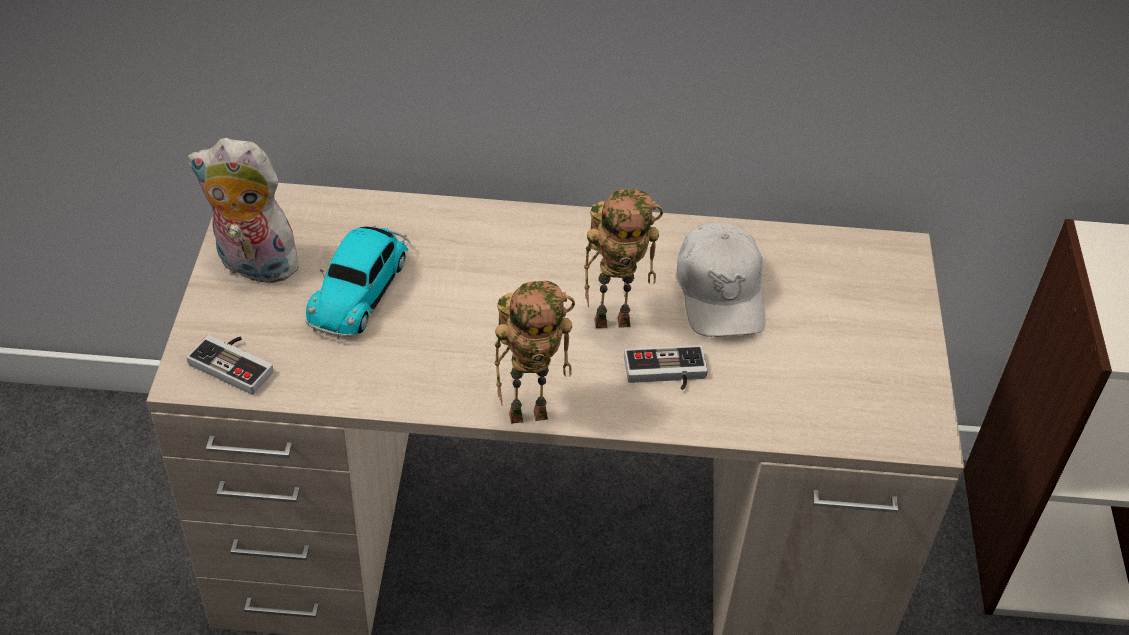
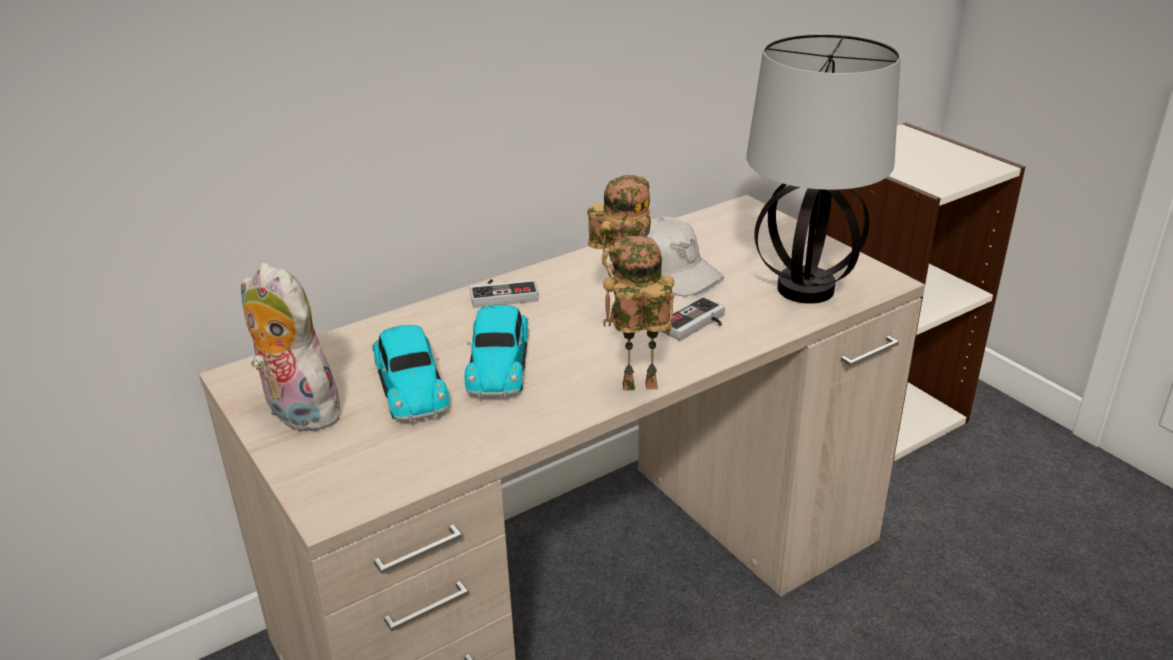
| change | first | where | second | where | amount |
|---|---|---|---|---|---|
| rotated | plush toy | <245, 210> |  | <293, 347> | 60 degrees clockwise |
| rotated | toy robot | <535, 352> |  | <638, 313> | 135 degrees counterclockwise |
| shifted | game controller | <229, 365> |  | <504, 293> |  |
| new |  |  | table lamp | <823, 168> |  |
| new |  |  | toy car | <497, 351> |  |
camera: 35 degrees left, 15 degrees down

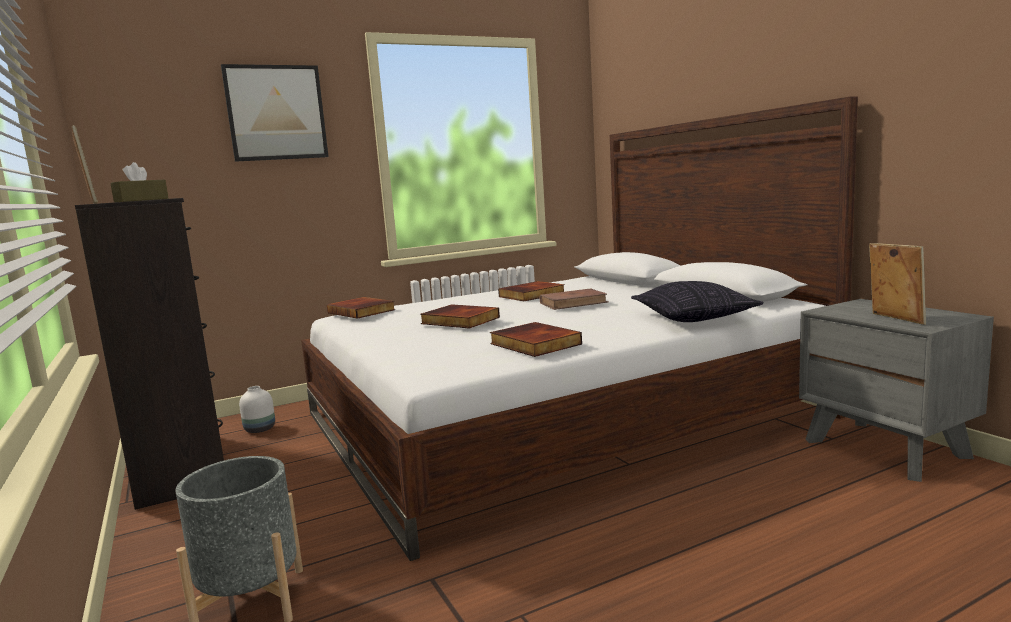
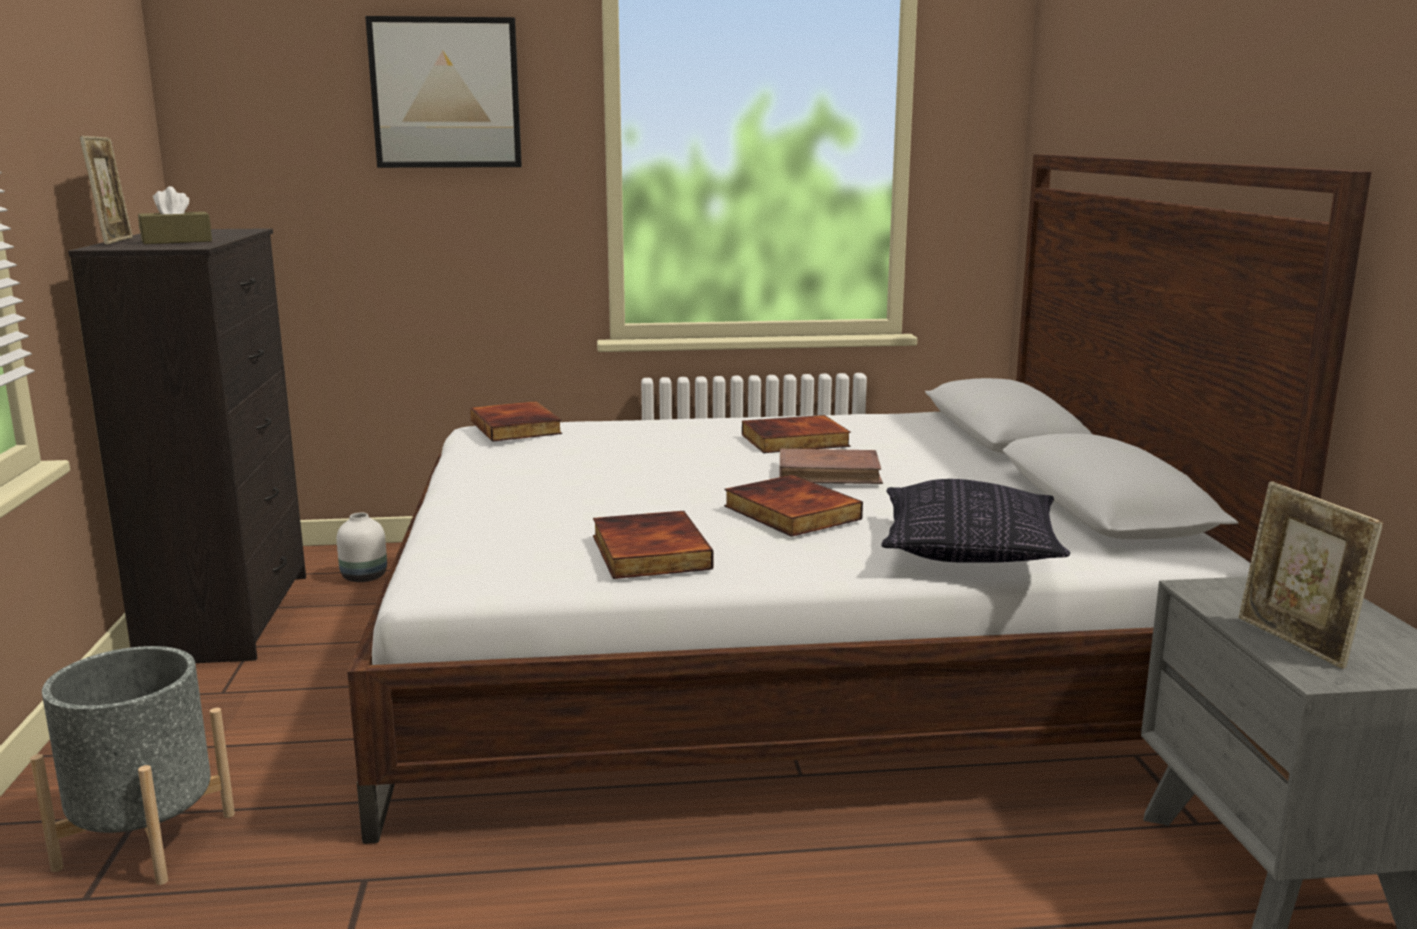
| change | first | where | second | where | amount |
|---|---|---|---|---|---|
| rotated | picture frame | <897, 284> |  | <1310, 575> | 150 degrees clockwise |
| shifted | book | <460, 316> |  | <793, 506> |  |
camera: 20 degrees right, 5 degrees up

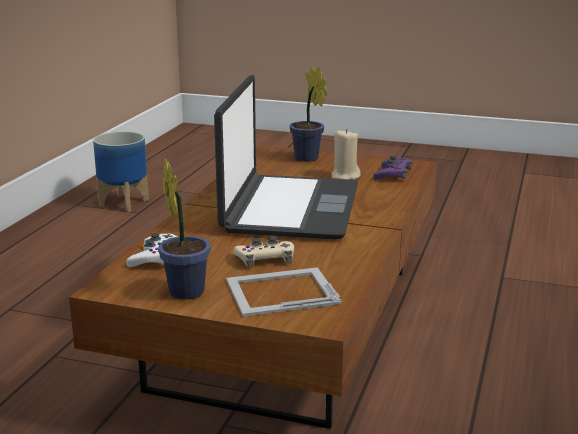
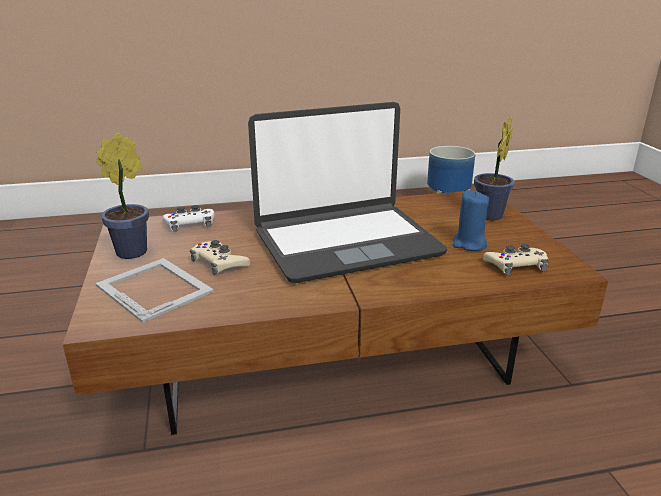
| change | first | where | second | where | amount |
|---|---|---|---|---|---|
| repainted | candle/beige | <346, 154> | candle/blue | <470, 220> |  |
| repainted | game controller/purple | <392, 168> | game controller/beige | <515, 259> |  |
camera: 60 degrees right, 5 degrees up

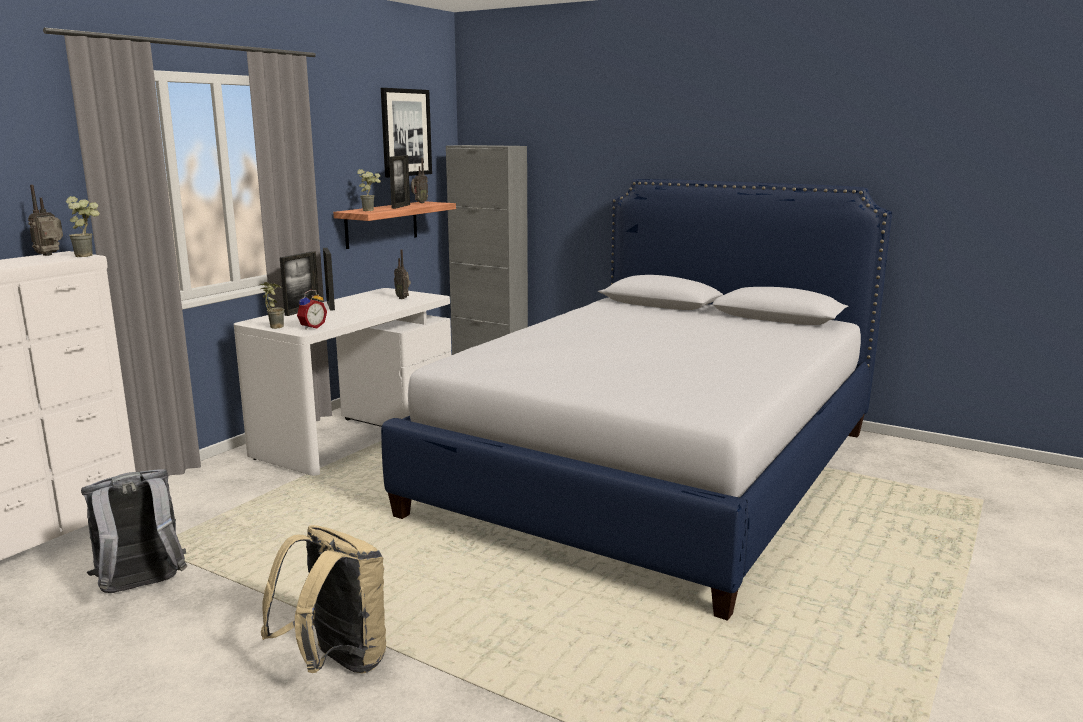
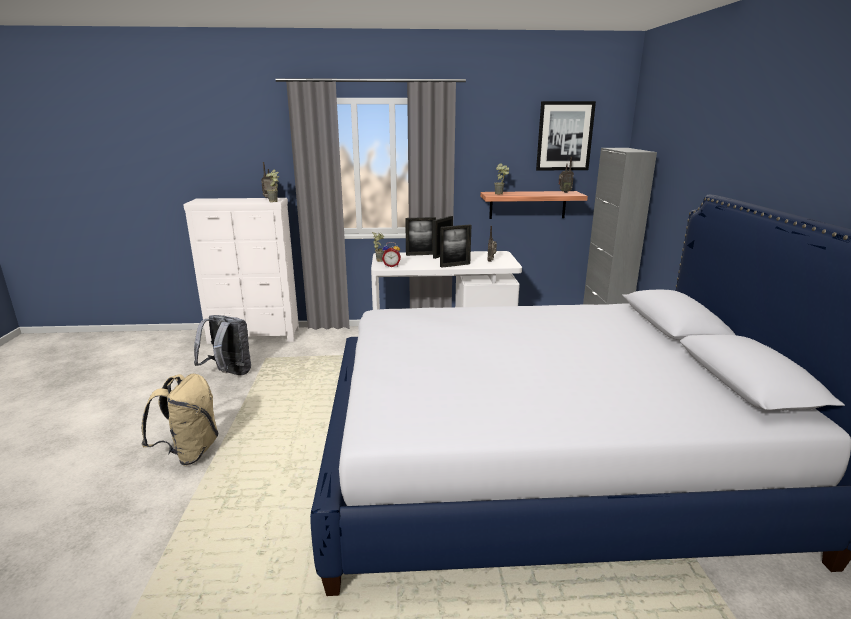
| change | first | where | second | where | amount |
|---|---|---|---|---|---|
| shifted | picture frame | <399, 182> |  | <455, 246> |  |
camera: 55 degrees right, 5 degrees up

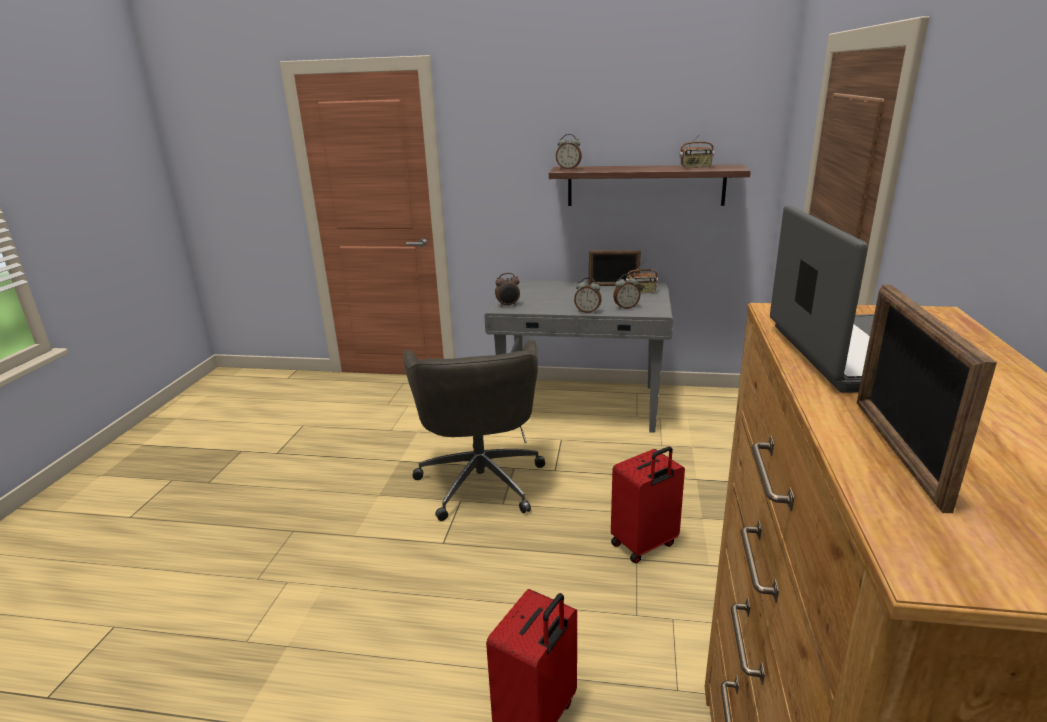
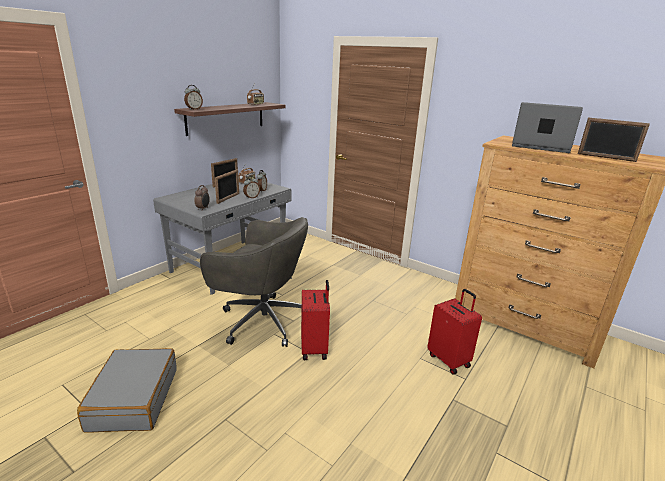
| change | first | where | second | where | amount |
|---|---|---|---|---|---|
| shifted | suitcase/red | <648, 505> |  | <315, 320> |  |
| new |  |  | picture frame | <227, 186> |  |
| new |  |  | suitcase/grey | <126, 390> |  |
camera: 65 degrees left, 0 degrees up

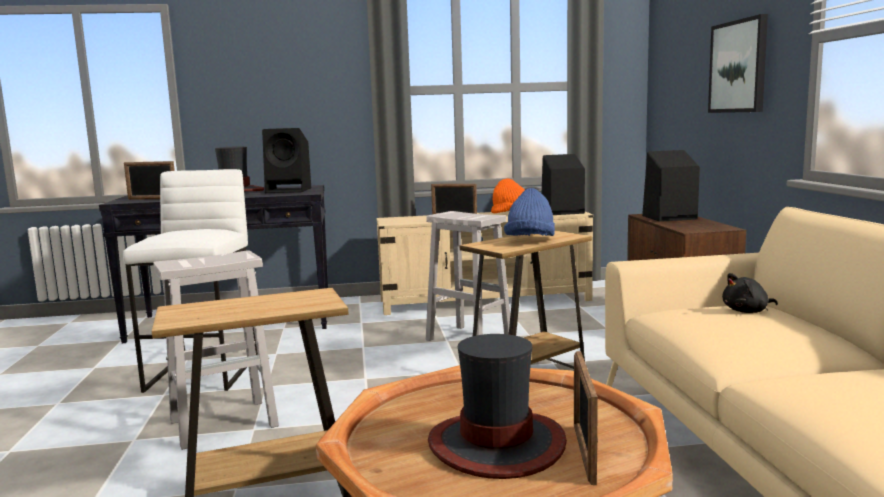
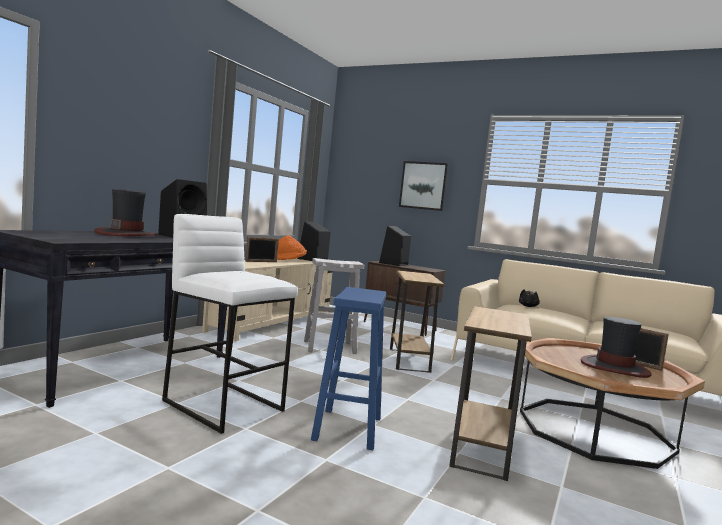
| change | first | where | second | where | amount |
|---|---|---|---|---|---|
| gone | picture frame | <149, 180> |  |  |  |
| gone | hat/blue | <529, 212> |  |  |  |
| repainted | stool/white | <216, 350> | stool/blue | <348, 368> |  |
camera: 55 degrees left, 5 degrees down

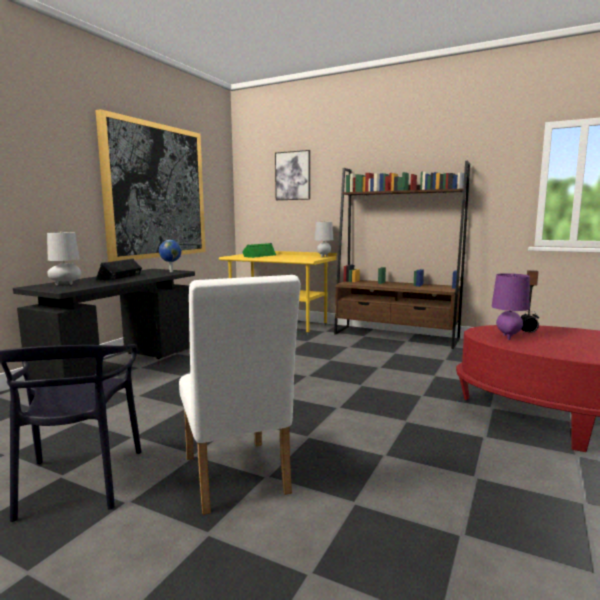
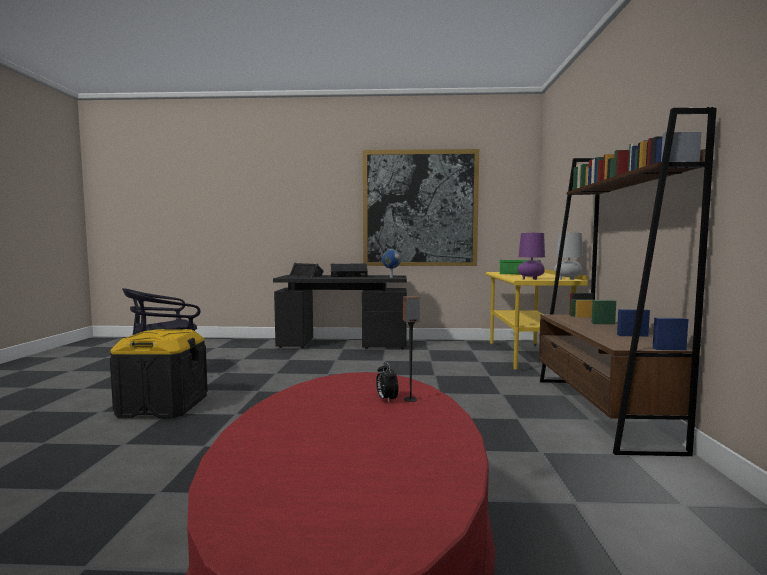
| change | first | where | second | where | amount |
|---|---|---|---|---|---|
| gone | picture | <292, 175> |  |  |  |
| swapped | table lamp/grey | <64, 258> | speaker/black | <306, 270> |  |
| shifted | table lamp/purple | <511, 306> |  | <531, 256> |  |
| swapped | chair/white | <240, 395> | storage box/black | <159, 373> |  |
camera: 65 degrees right, 5 degrees down

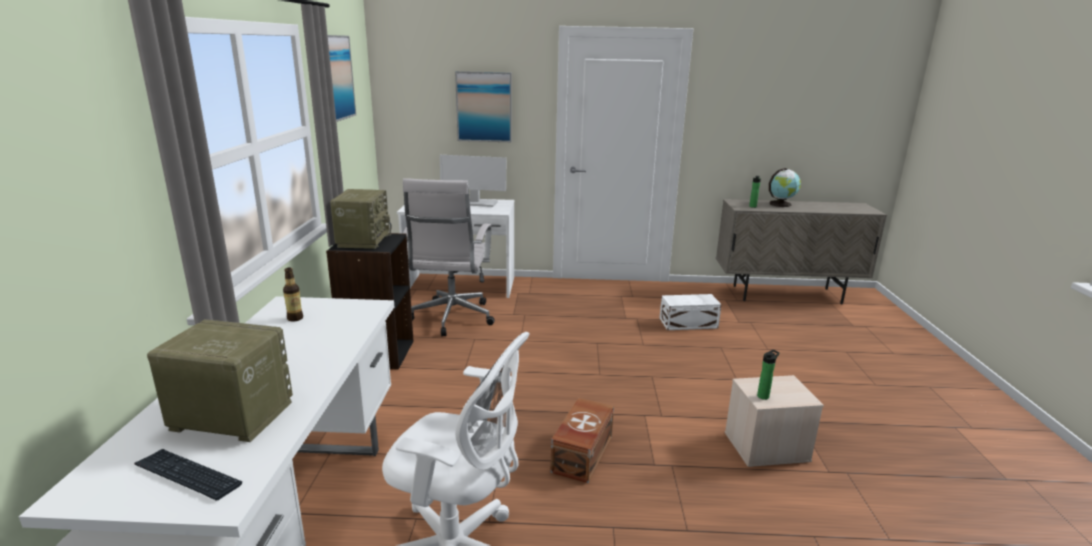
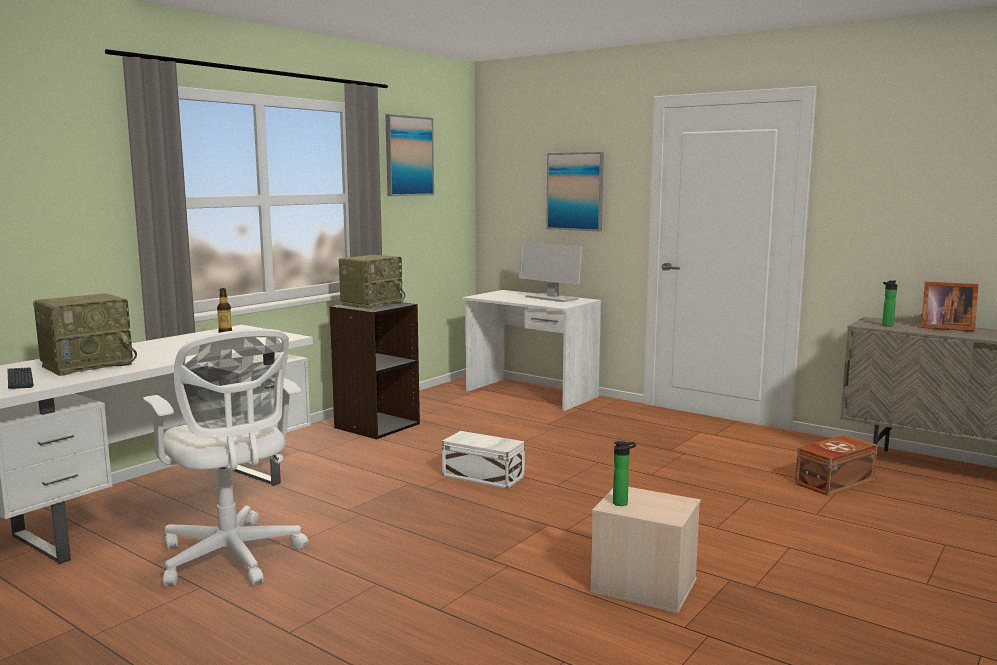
| change | first | where | second | where | amount |
|---|---|---|---|---|---|
| swapped | globe | <785, 187> | picture frame | <949, 306> |  |
| gone | office chair/white | <448, 257> |  |  |  |
| shifted | storage box/white | <690, 312> |  | <483, 460> |  |
| rotated | radio | <220, 380> |  | <85, 334> | 90 degrees clockwise |
| shifted | storage box/brown | <582, 440> |  | <836, 465> |  |
camera: 35 degrees right, 10 degrees down

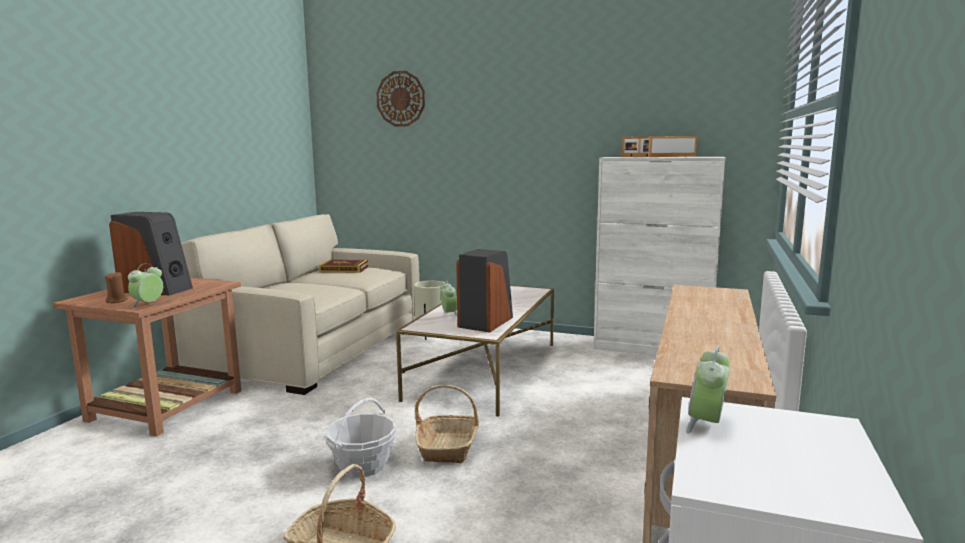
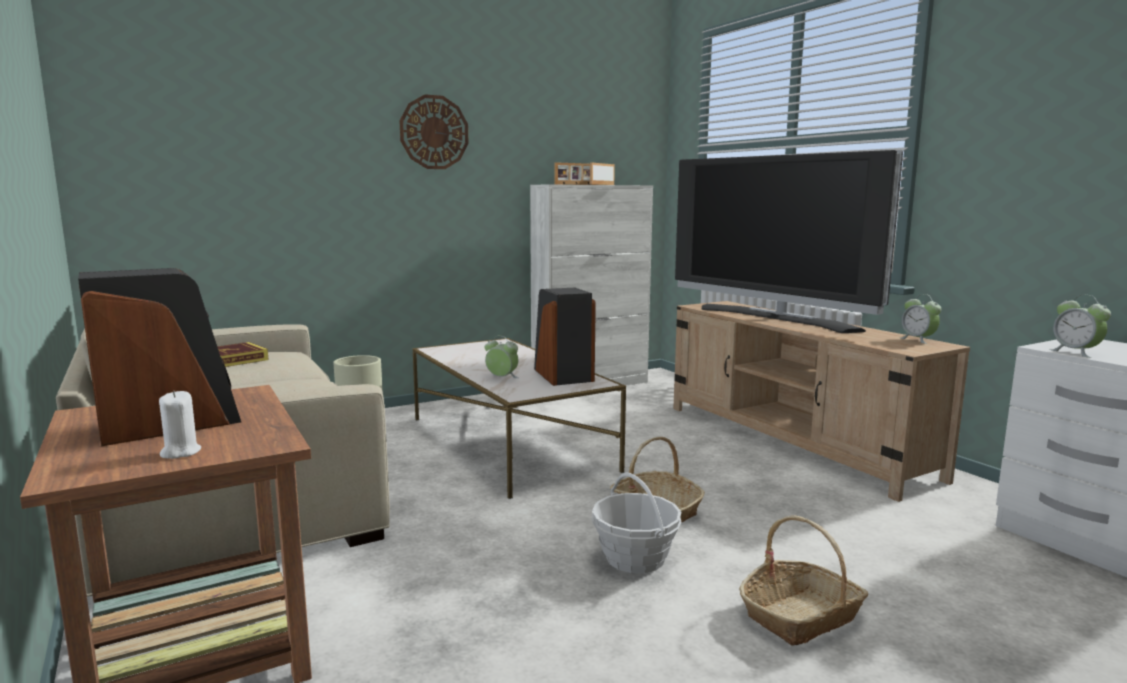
| change | first | where | second | where | amount |
|---|---|---|---|---|---|
| shifted | wall clock | <400, 99> |  | <434, 131> |  |
| shifted | alarm clock | <145, 285> |  | <921, 319> |  |
| repainted | candle/brown | <116, 287> | candle/white | <180, 425> |  |
| new |  |  | television | <789, 241> |  |
camera: 50 degrees left, 0 degrees up

